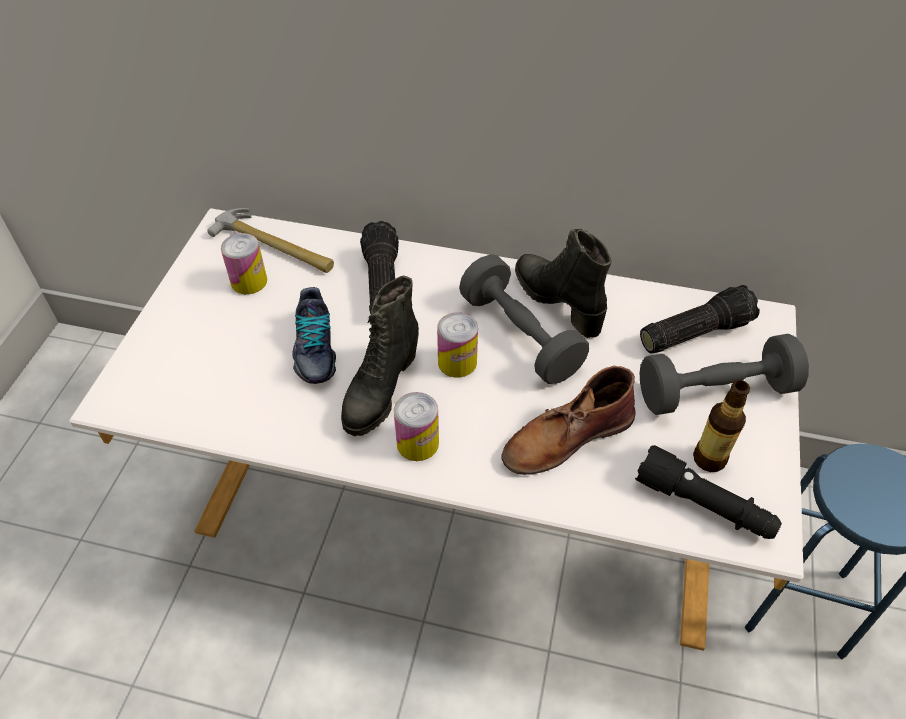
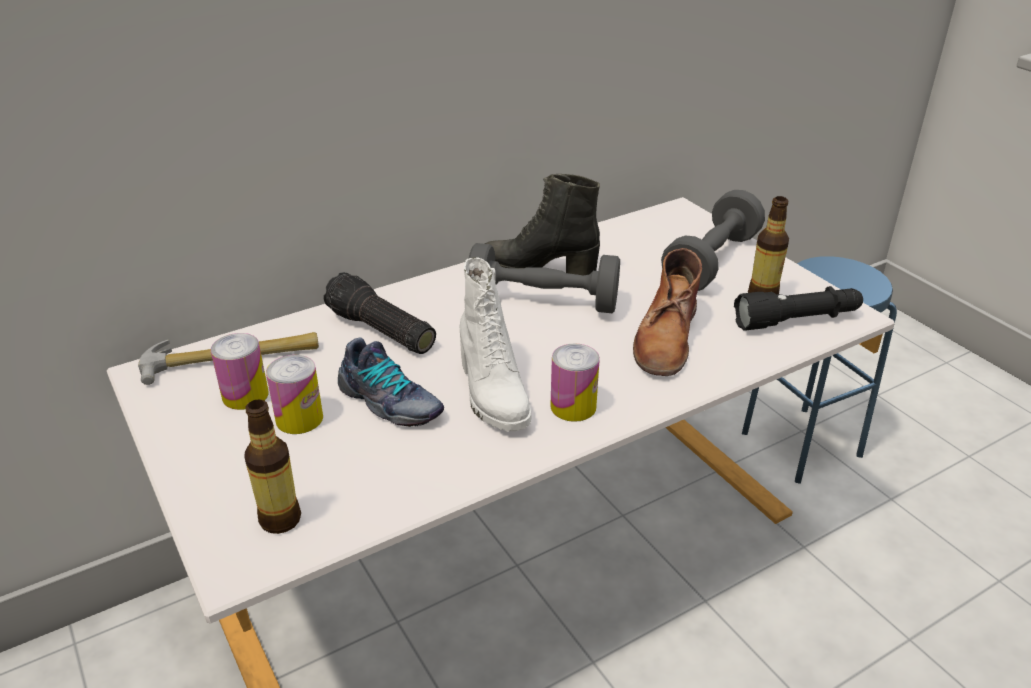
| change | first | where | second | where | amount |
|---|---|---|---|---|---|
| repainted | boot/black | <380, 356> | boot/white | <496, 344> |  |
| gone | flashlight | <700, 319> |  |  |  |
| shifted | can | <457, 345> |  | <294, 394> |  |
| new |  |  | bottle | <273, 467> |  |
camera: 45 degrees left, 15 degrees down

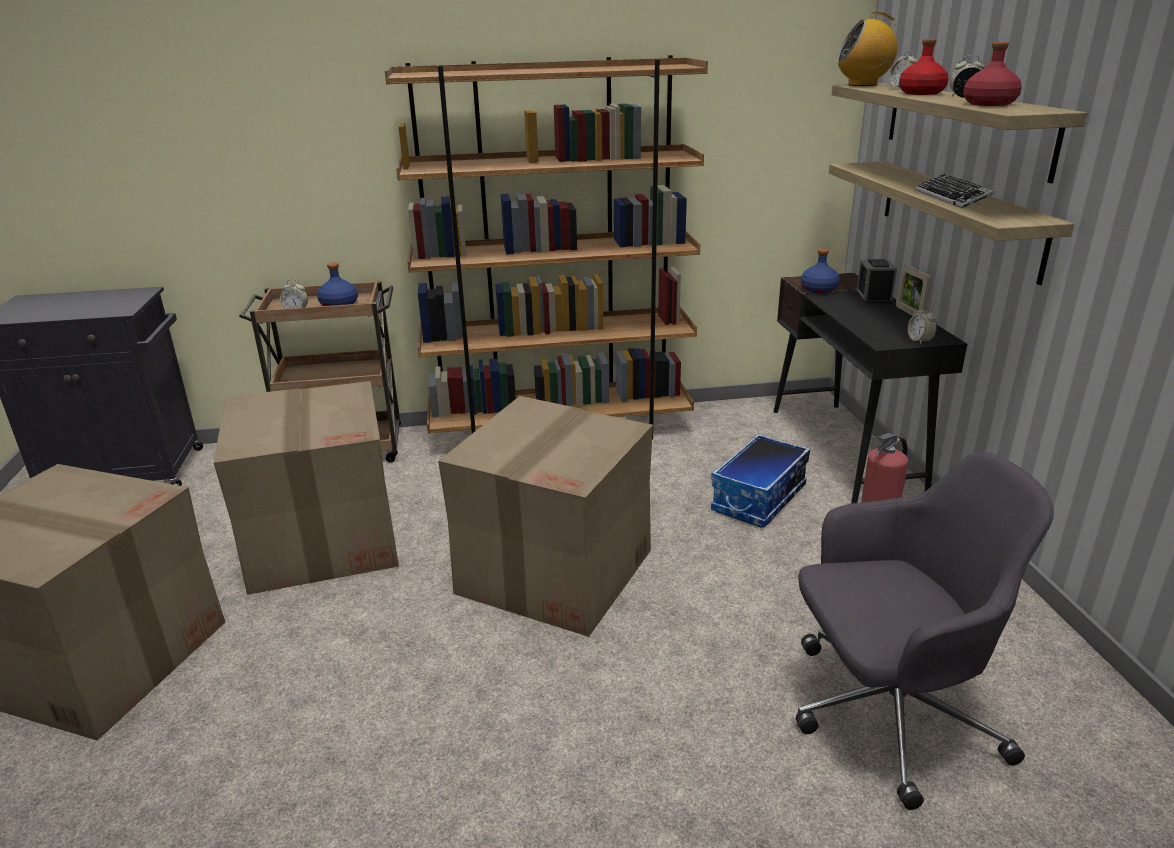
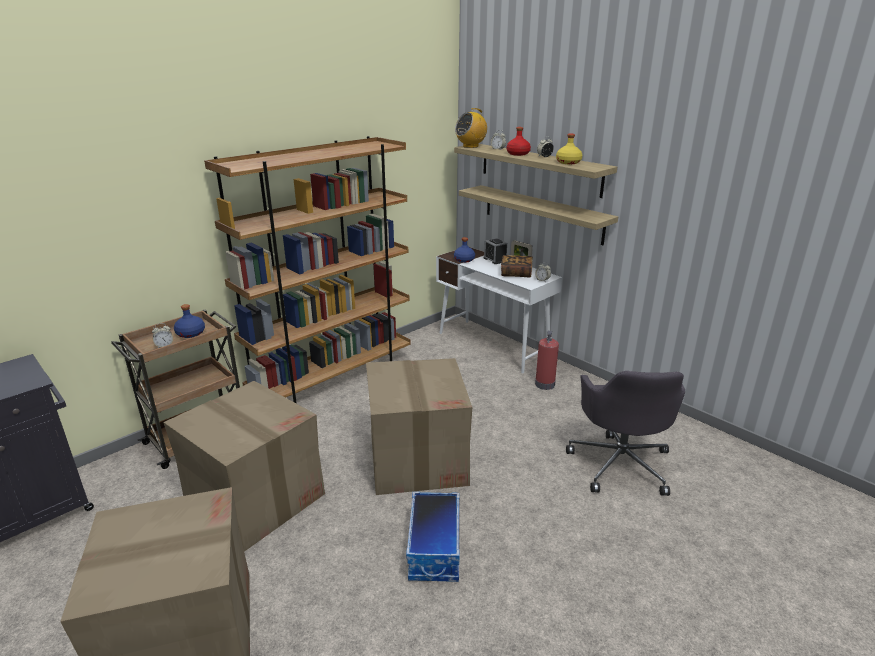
| change | first | where | second | where | amount |
|---|---|---|---|---|---|
| repainted | bottle/red | <992, 74> | bottle/yellow | <569, 149> |  |
| gone | keyboard | <955, 191> |  |  |  |
| repainted | desk/black | <870, 388> | desk/white | <499, 310> |  |
| shifted | storage box | <760, 481> |  | <433, 537> |  |
| rotated | office chair/grey | <925, 631> |  | <625, 433> | 135 degrees clockwise |
| new |  |  | book | <517, 266> |  |
camera: 35 degrees left, 0 degrees up

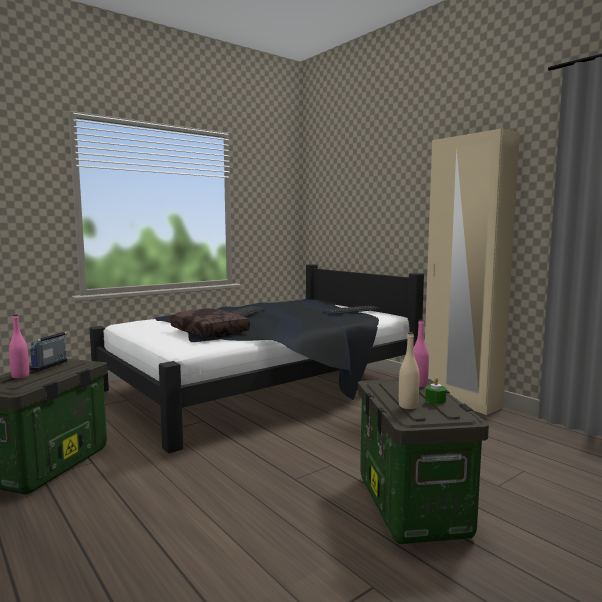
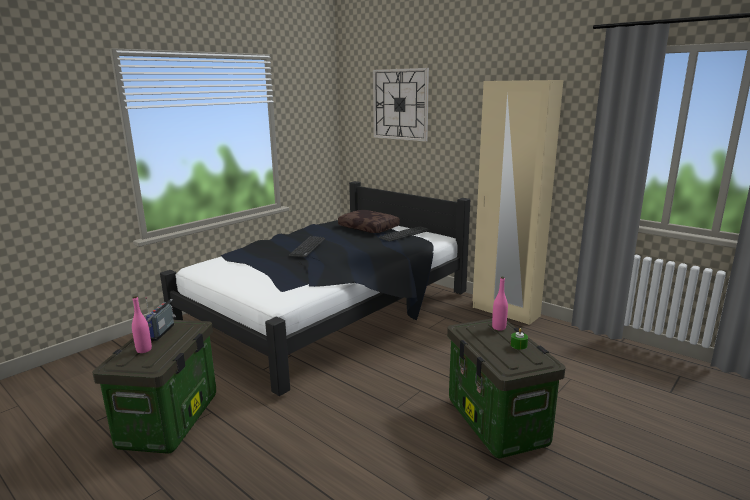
| change | first | where | second | where | amount |
|---|---|---|---|---|---|
| shifted | pillow/brown | <210, 323> |  | <369, 221> |  |
| gone | bottle/beige | <409, 370> |  |  |  |
| new |  |  | wall clock | <401, 105> |  |
camera: 10 degrees left, 10 degrees up

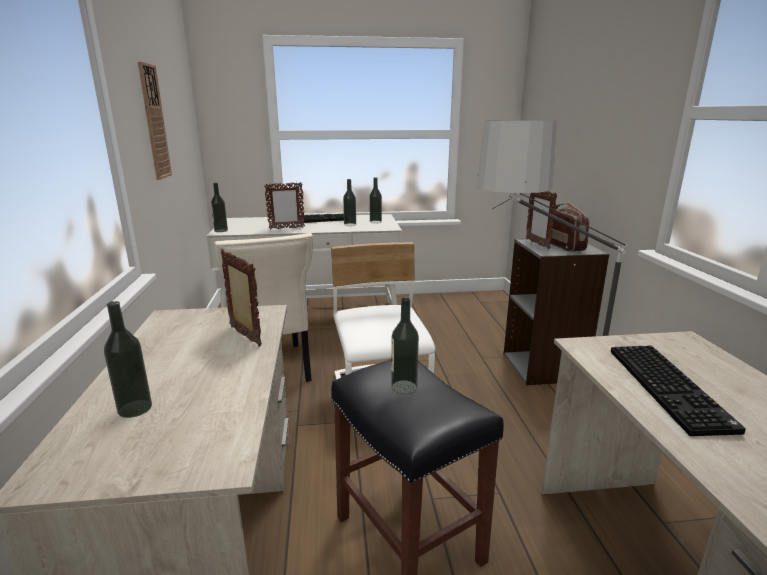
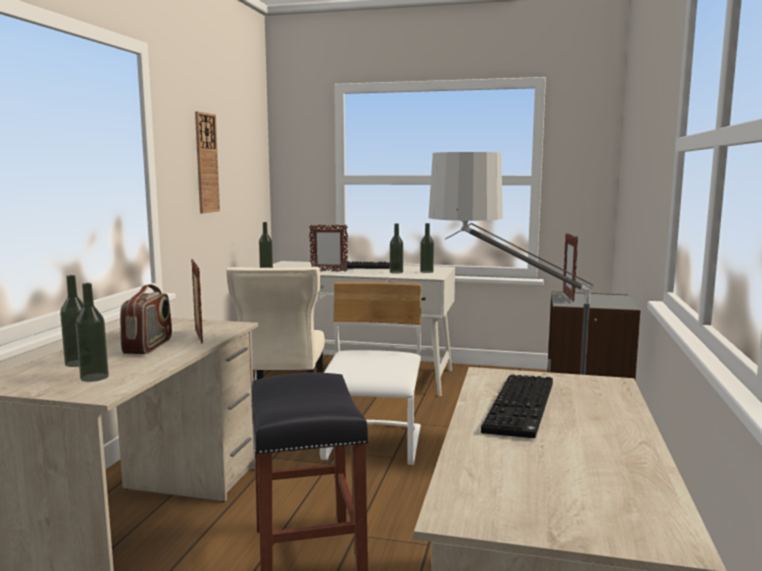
| change | first | where | second | where | amount |
|---|---|---|---|---|---|
| shifted | radio | <569, 227> |  | <146, 319> |  |
| shifted | bottle | <405, 345> |  | <92, 332> |  |
camera: 20 degrees right, 10 degrees down

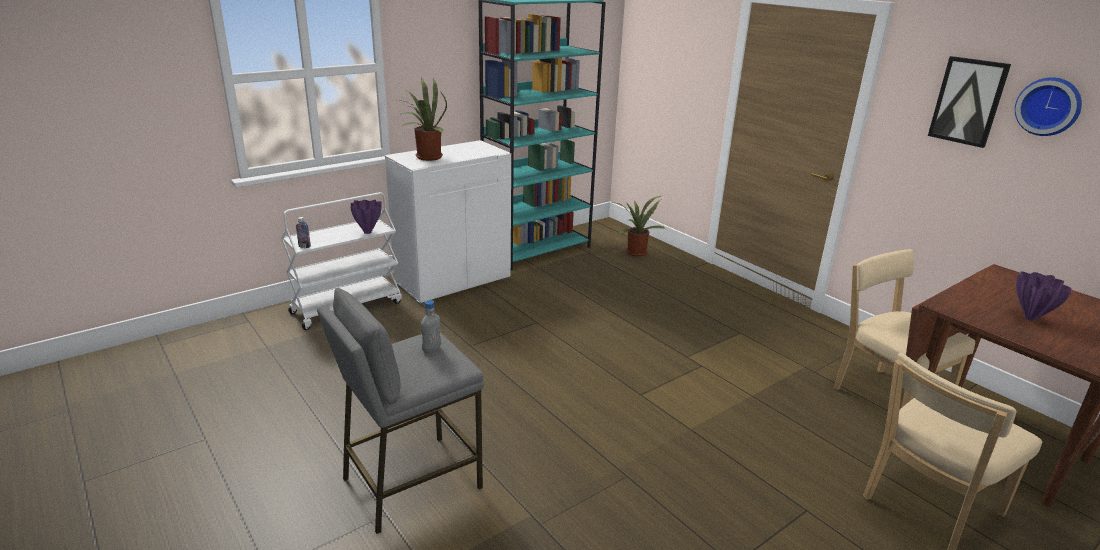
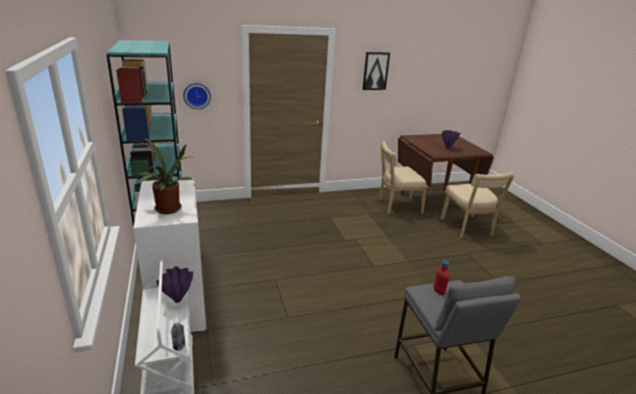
| change | first | where | second | where | amount |
|---|---|---|---|---|---|
| shifted | wall clock | <1048, 106> |  | <197, 96> |  |
| gone | potted plant | <641, 226> |  |  |  |
| repainted | bottle/grey | <431, 326> | bottle/red | <441, 277> |  |
camera: 70 degrees left, 0 degrees up

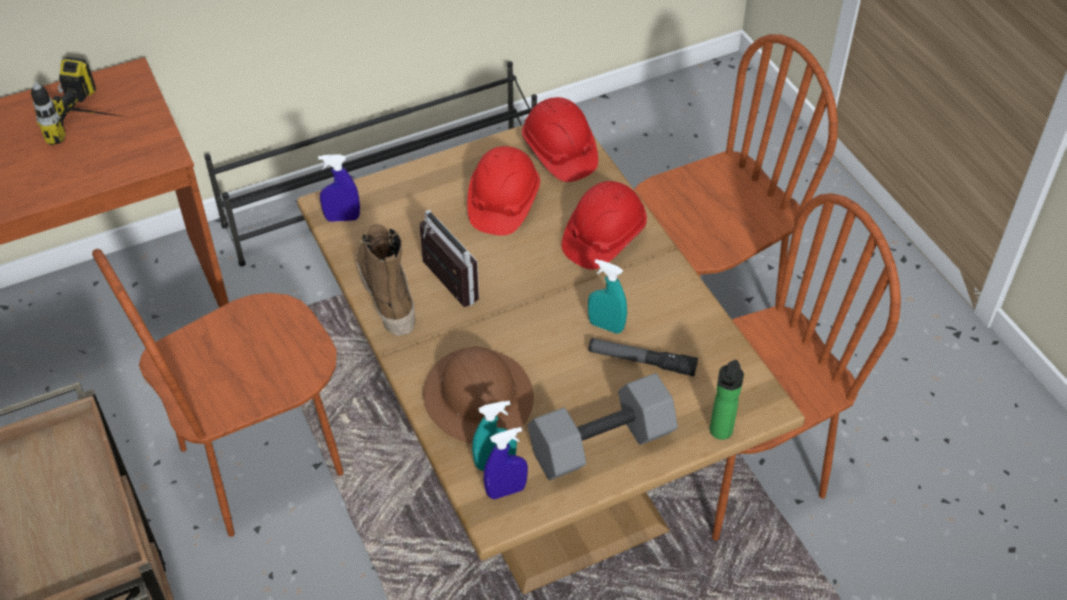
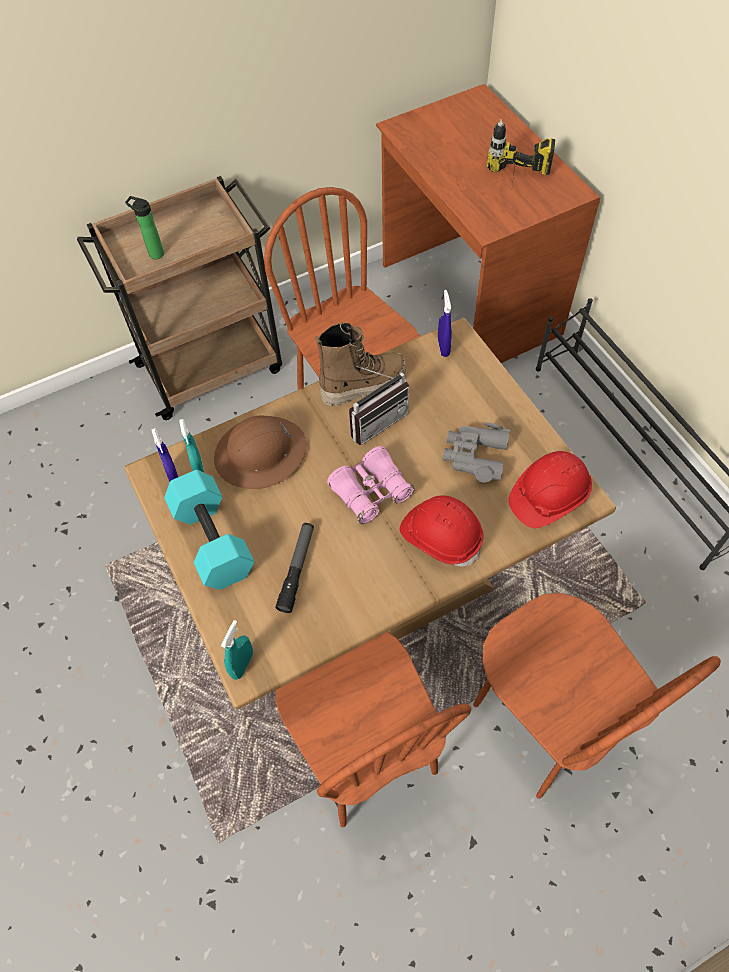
| change | first | where | second | where | amount |
|---|---|---|---|---|---|
| swapped | hard hat/red | <503, 191> | binoculars/grey | <477, 453> |  |
| shifted | spray bottle/turquoise | <607, 296> |  | <237, 650> |  |
| shifted | bottle | <727, 400> |  | <144, 227> |  |
| repainted | dumbbell/grey | <603, 426> | dumbbell/turquoise | <209, 530> |  |
| new |  |  | binoculars/pink | <371, 485> |  |
camera: 90 degrees right, 10 degrees up

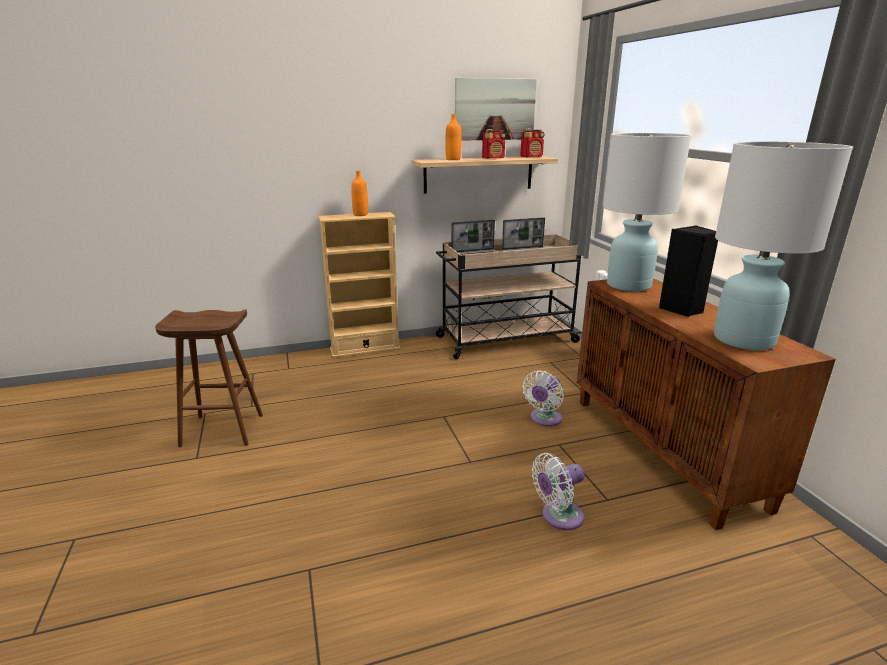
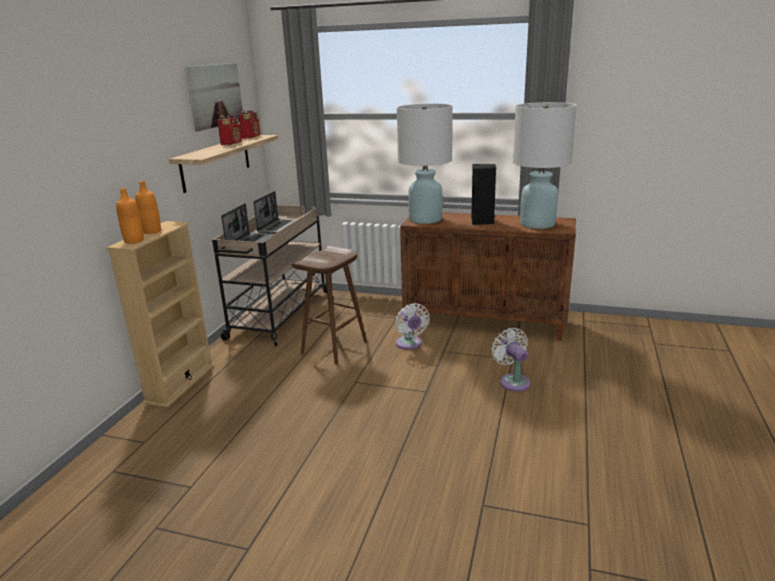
| change | first | where | second | where | amount |
|---|---|---|---|---|---|
| shifted | bottle/orange | <453, 137> |  | <130, 216> |  |
| shifted | stool/brown | <209, 378> |  | <329, 305> |  |
| rotated | fan/white | <558, 491> |  | <511, 359> | 150 degrees clockwise |
camera: 55 degrees left, 0 degrees up

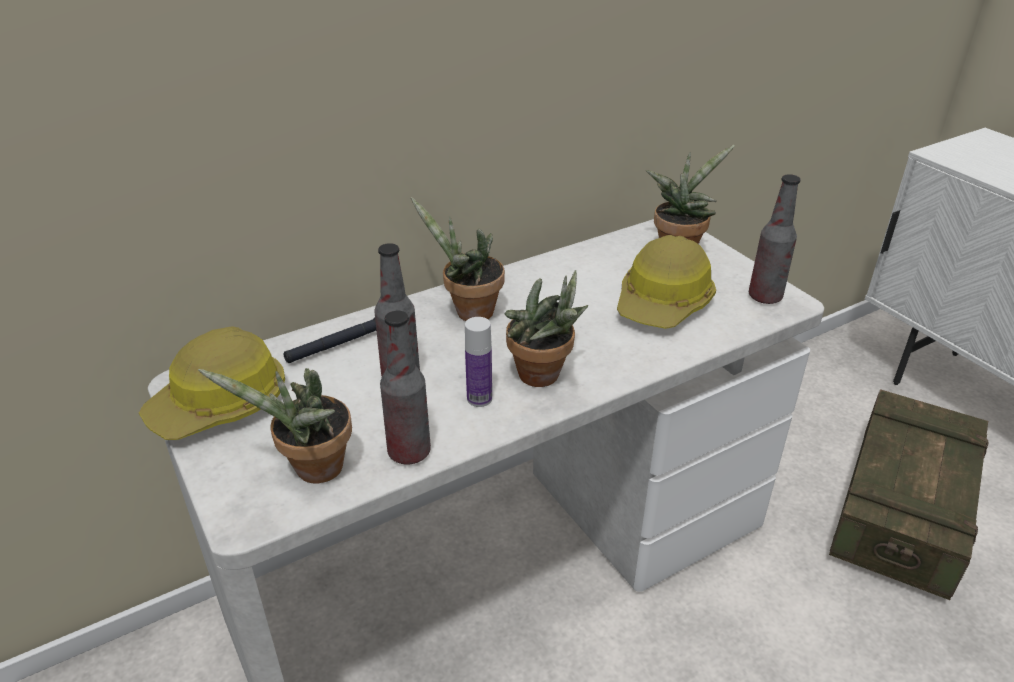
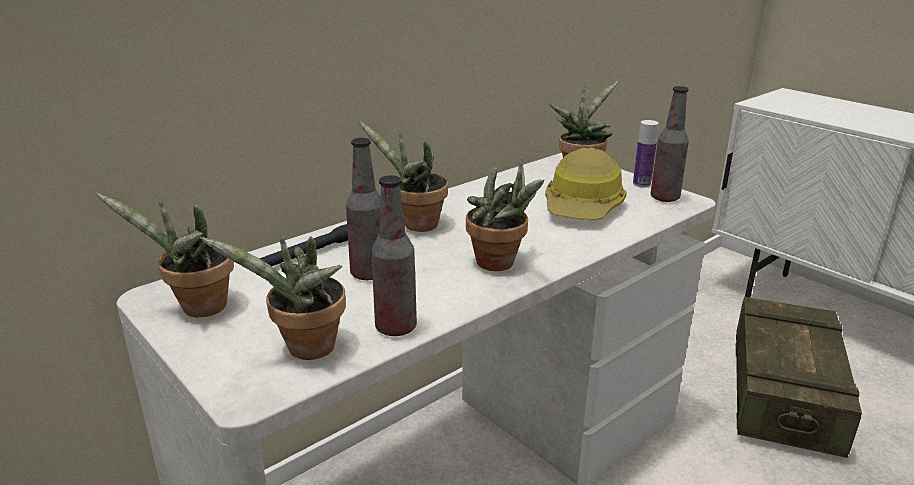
| change | first | where | second | where | amount |
|---|---|---|---|---|---|
| shifted | bottle | <478, 362> |  | <646, 154> |  |
| swapped | hard hat | <212, 383> | potted plant | <165, 255> |  |
camera: 10 degrees left, 10 degrees down

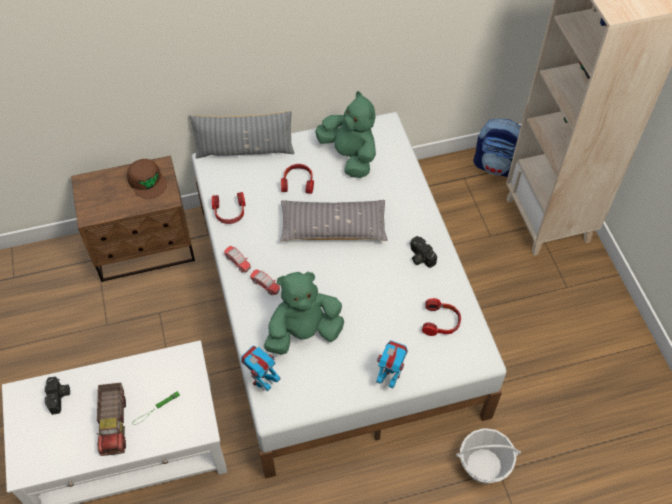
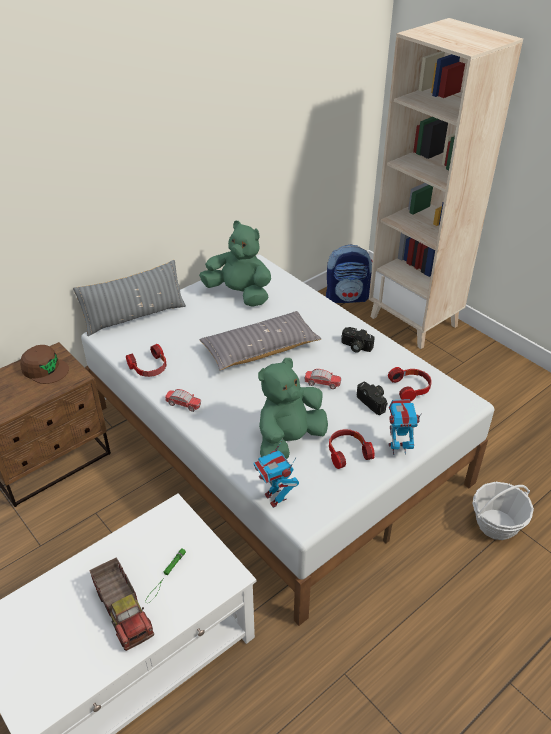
| change | first | where | second | where | amount |
|---|---|---|---|---|---|
| shifted | headphones | <297, 179> |  | <352, 449> |  |
| shifted | toy car | <265, 282> |  | <322, 379> |  |
| rotated | toy robot | <261, 368> |  | <276, 473> | 45 degrees counterclockwise |
| shifted | photo camera | <57, 395> |  | <372, 398> |  |
camera: 25 degrees left, 15 degrees down

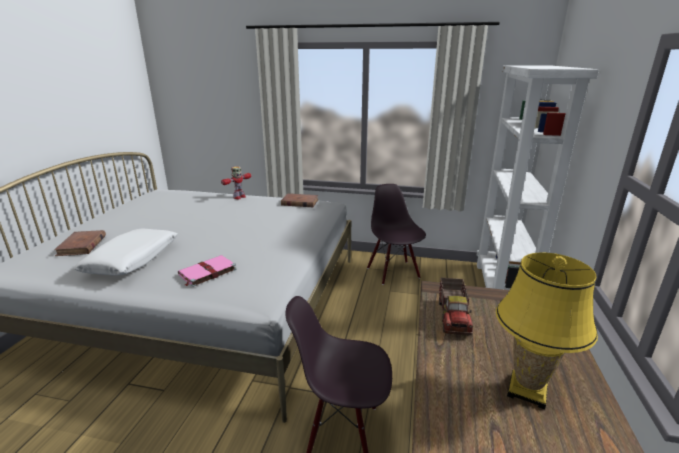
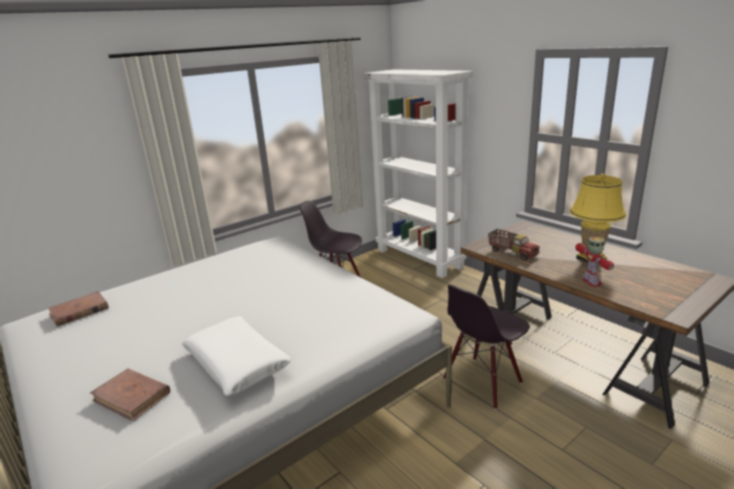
| change | first | where | second | where | amount |
|---|---|---|---|---|---|
| shifted | toy robot | <236, 182> |  | <594, 261> |  |
| shifted | book/brown | <299, 200> |  | <78, 308> |  |
| gone | book/pink | <207, 271> |  |  |  |
camera: 50 degrees left, 0 degrees up

